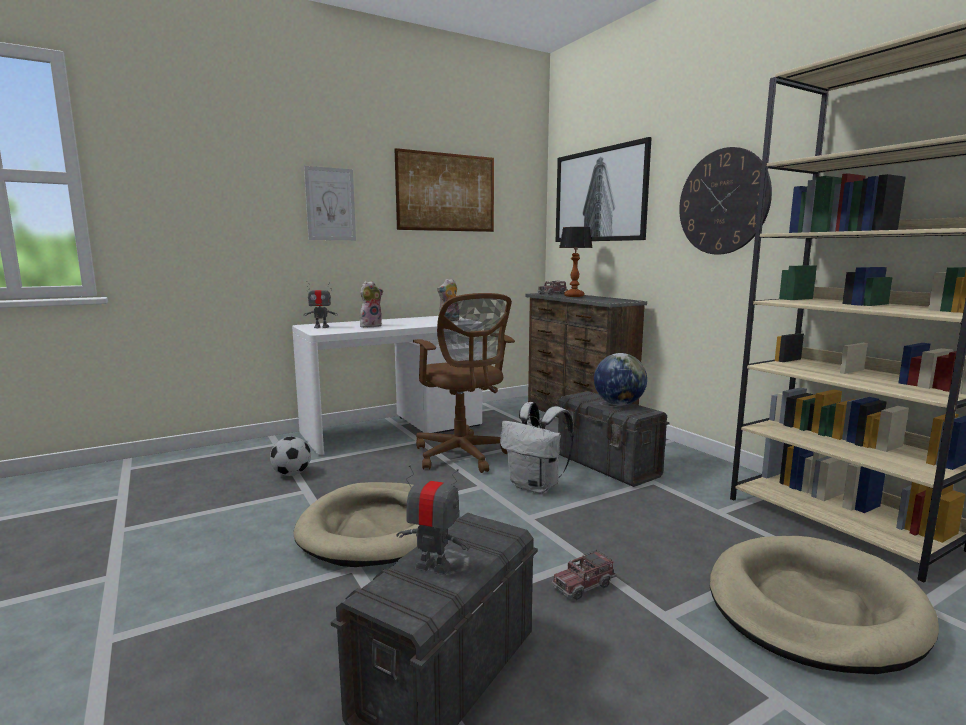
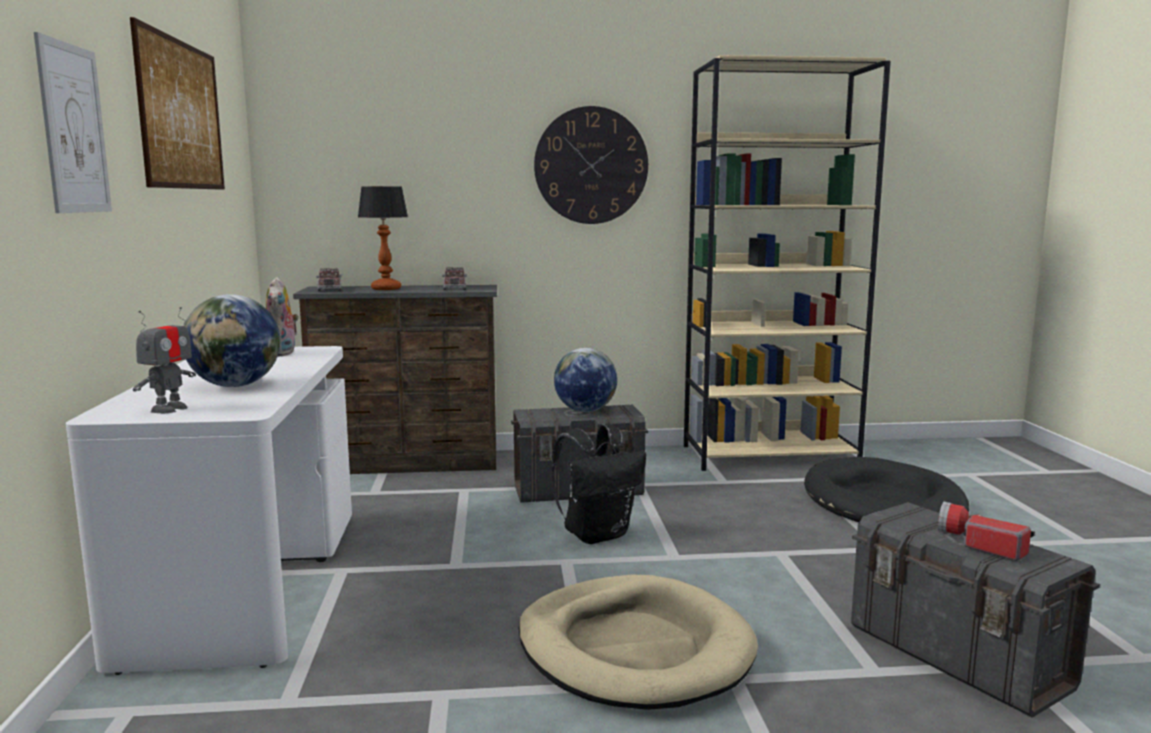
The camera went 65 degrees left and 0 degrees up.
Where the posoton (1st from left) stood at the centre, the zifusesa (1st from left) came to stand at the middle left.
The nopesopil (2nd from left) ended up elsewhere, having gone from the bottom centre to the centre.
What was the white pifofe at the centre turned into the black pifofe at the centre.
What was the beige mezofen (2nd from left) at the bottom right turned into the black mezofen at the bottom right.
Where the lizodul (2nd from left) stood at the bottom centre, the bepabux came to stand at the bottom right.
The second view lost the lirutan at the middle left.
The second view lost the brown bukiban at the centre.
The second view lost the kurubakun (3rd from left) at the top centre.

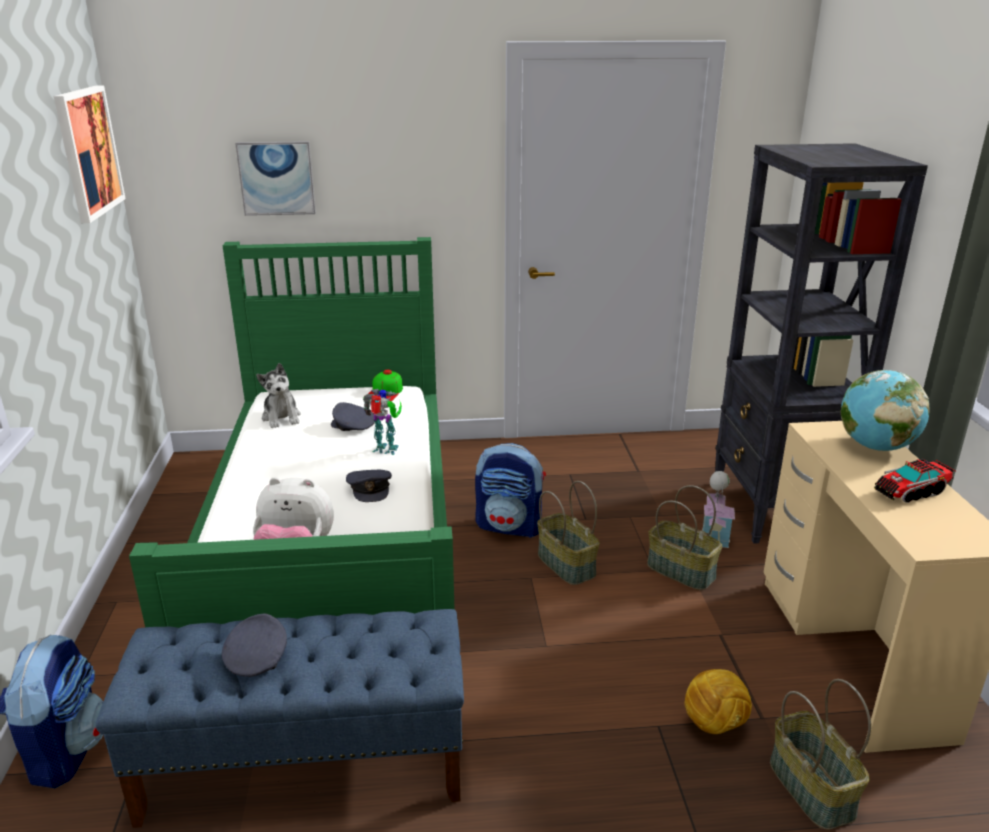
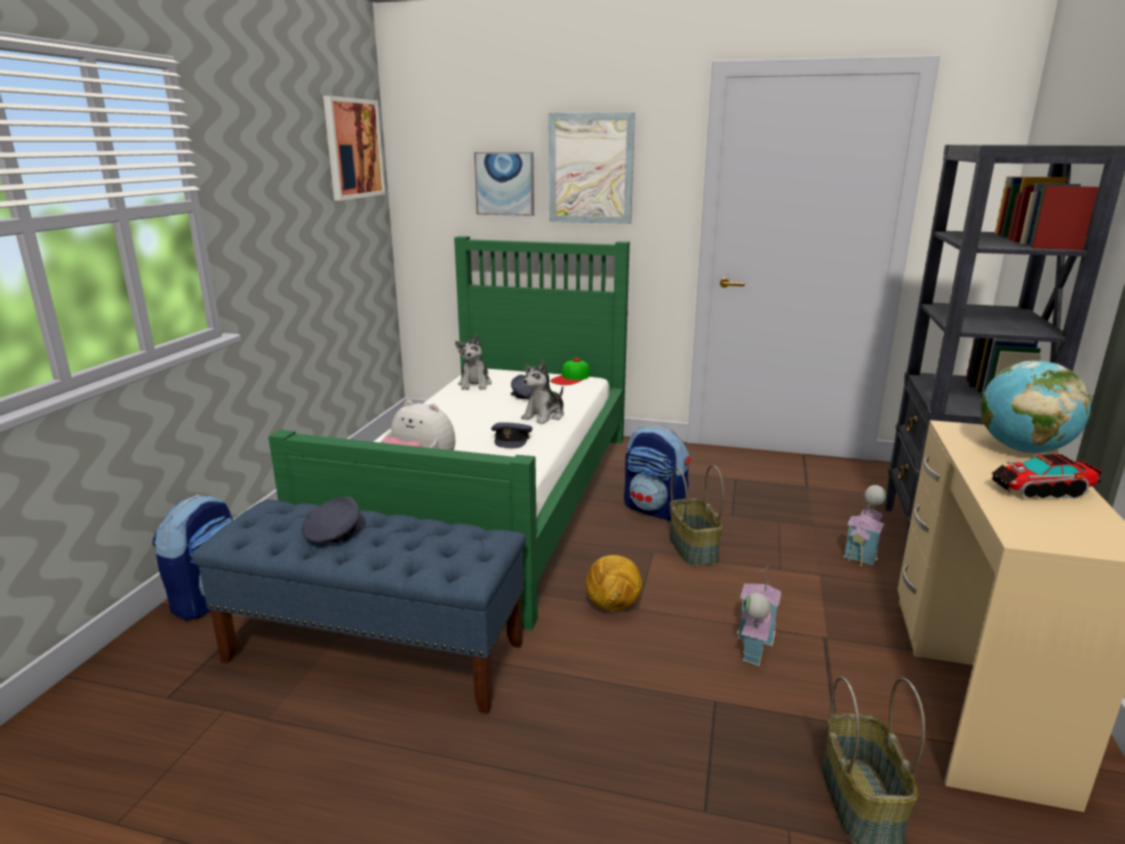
The camera went 20 degrees right and 5 degrees down.
Where the lizodul stood at the centre, the posoton (3rd from left) came to stand at the centre.
The second view gained the kurubakun (3rd from left) at the top centre.
The lirutan ended up elsewhere, having gone from the bottom right to the bottom centre.
The second view gained the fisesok (1st from left) at the bottom right.
The second view lost the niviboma (2nd from left) at the middle right.

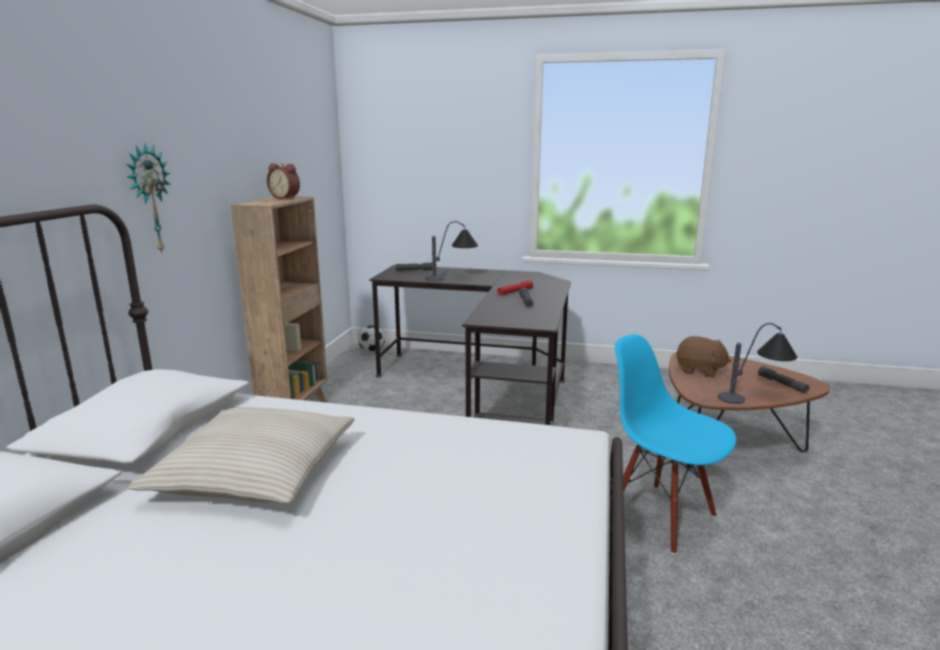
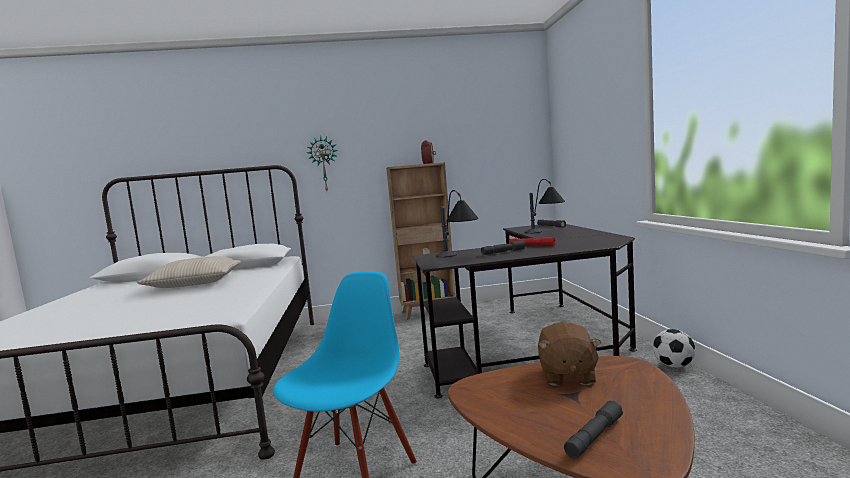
The camera went 70 degrees right and 10 degrees down.
The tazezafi (2nd from left in the first image) ended up elsewhere, having gone from the middle right to the centre.
The lirutan ended up elsewhere, having gone from the centre to the bottom right.

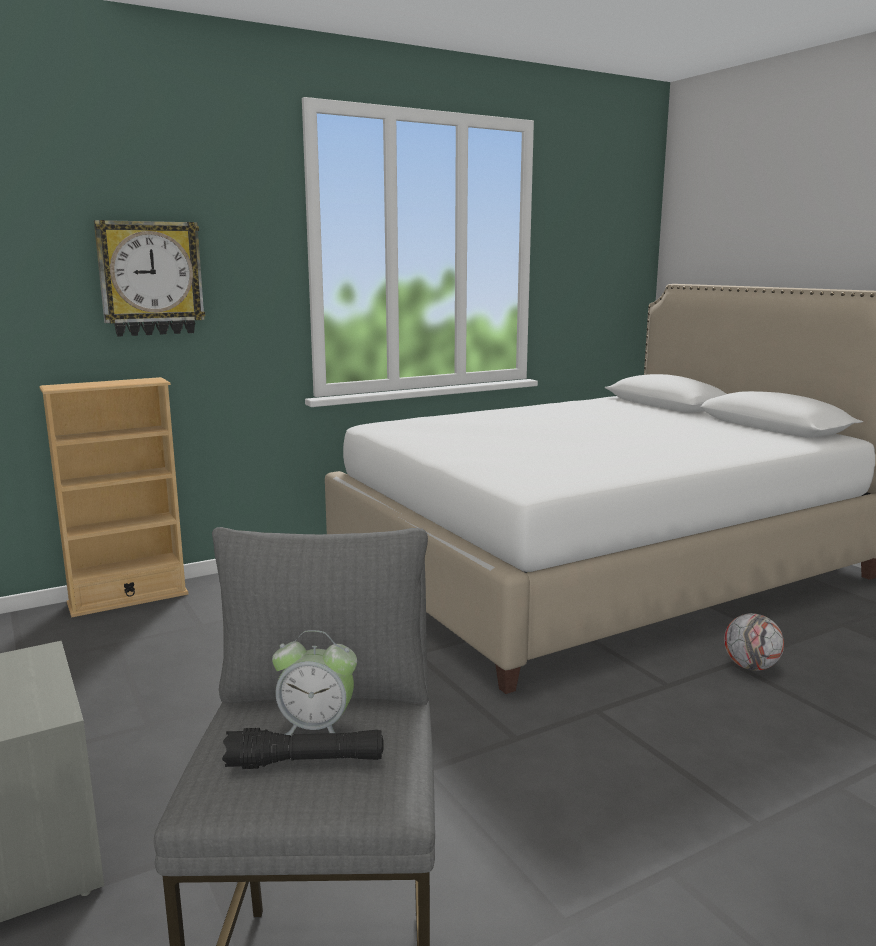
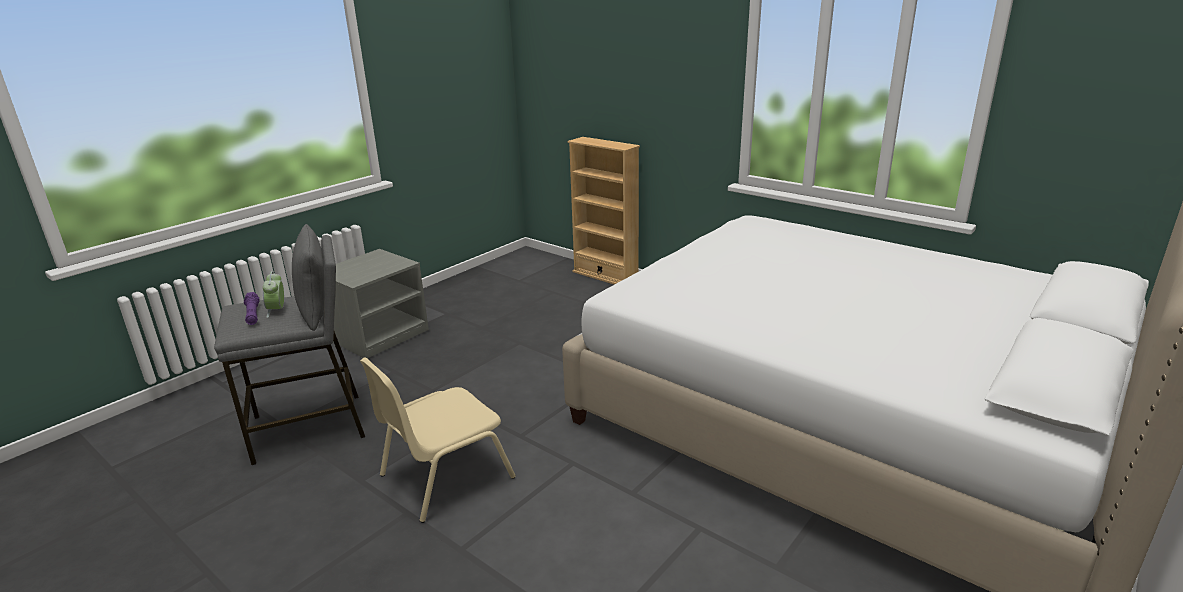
The camera went 70 degrees right and 10 degrees up.
What was the black bepabux at the bottom centre turned into the purple bepabux at the middle left.
The second view gained the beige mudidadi at the bottom centre.
The second view lost the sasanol at the top left.
The second view lost the lirutan at the bottom right.

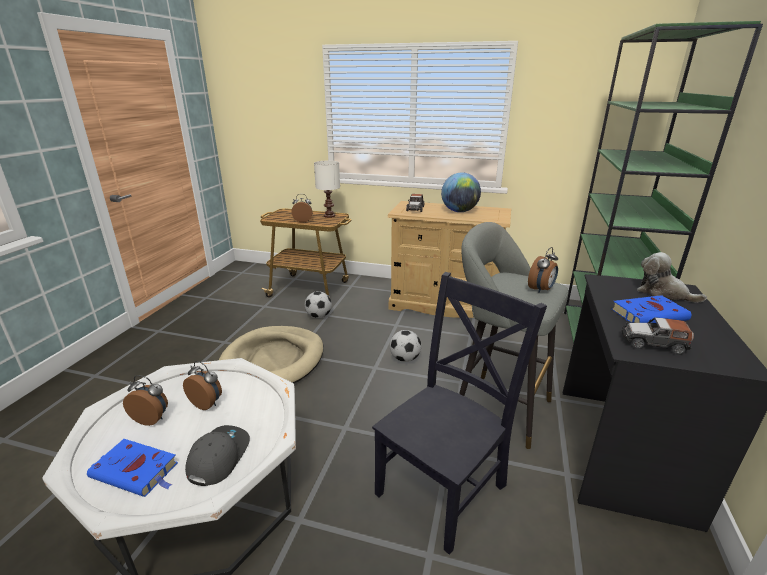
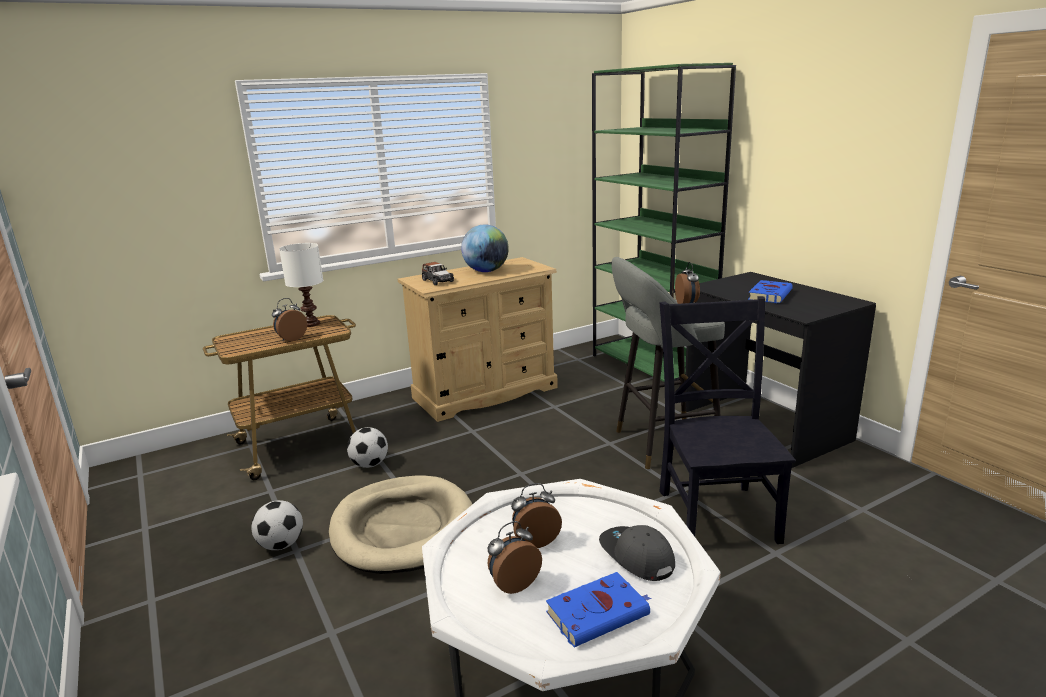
The camera went 45 degrees left and 5 degrees down.
The lirutan (2nd from left in the first image) ended up elsewhere, having gone from the centre to the bottom left.
The second view lost the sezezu (2nd from left) at the middle right.
The second view lost the posoton at the middle right.

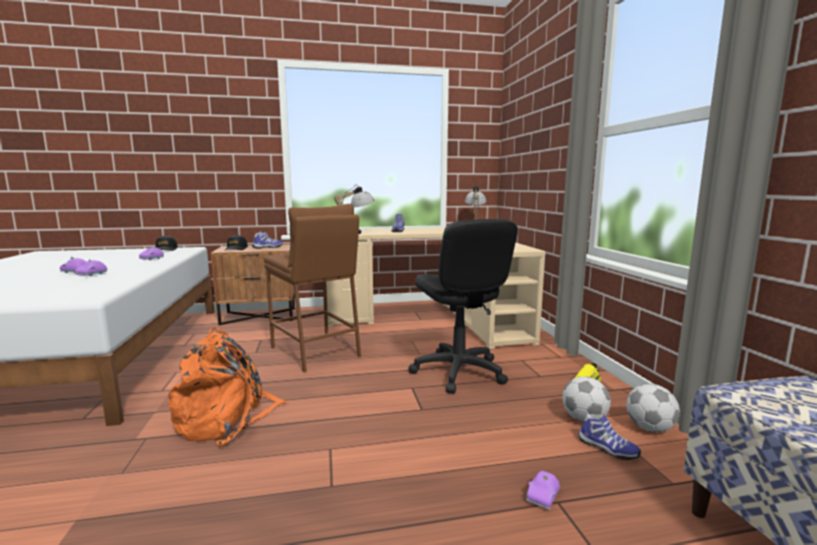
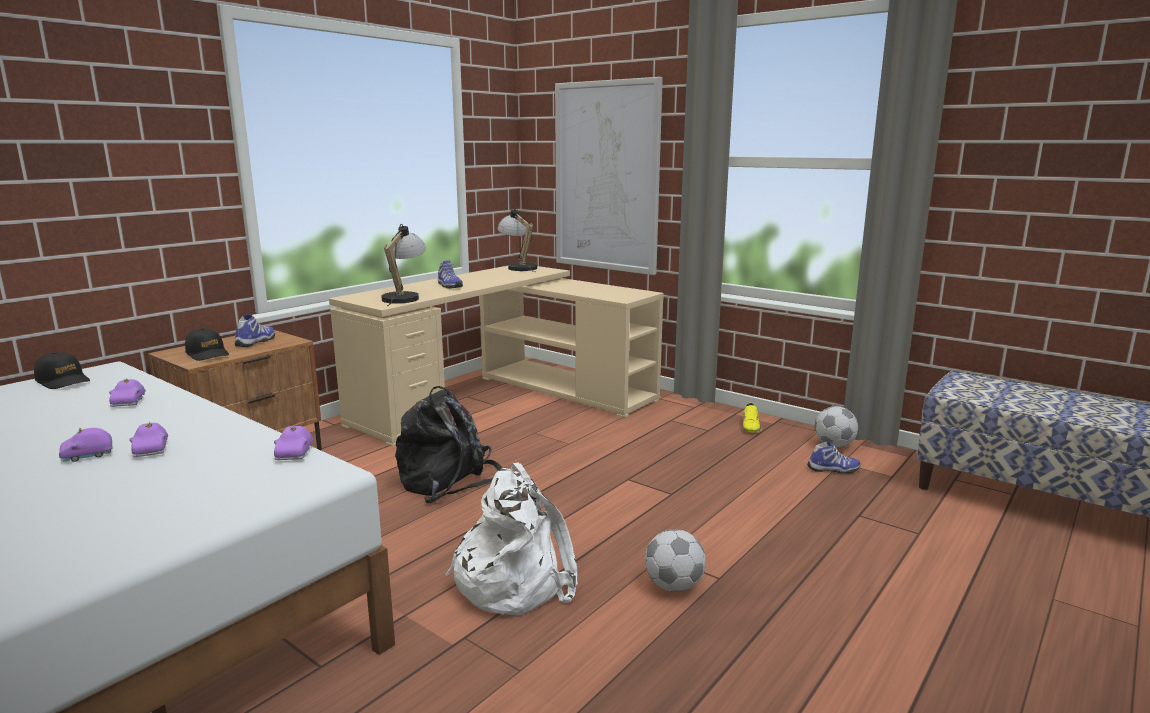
The camera went 40 degrees left and 5 degrees up.
The purple sezezu (4th from left) ended up elsewhere, having gone from the bottom centre to the middle left.
Where the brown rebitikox stood at the centre, the black pifofe came to stand at the centre.
What was the orange pifofe at the bottom left turned into the white pifofe at the bottom centre.
The second view gained the kurubakun at the top centre.
The lirutan (1st from left) ended up elsewhere, having gone from the bottom right to the bottom centre.
The second view lost the black bukiban at the centre.

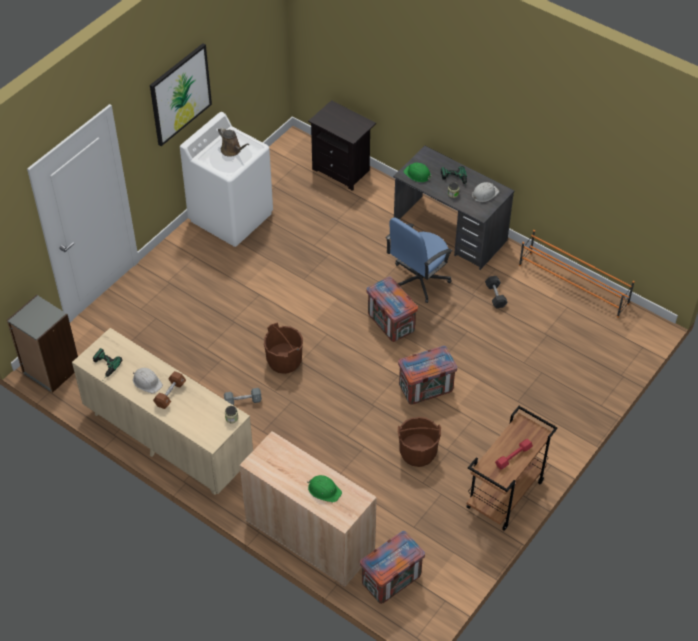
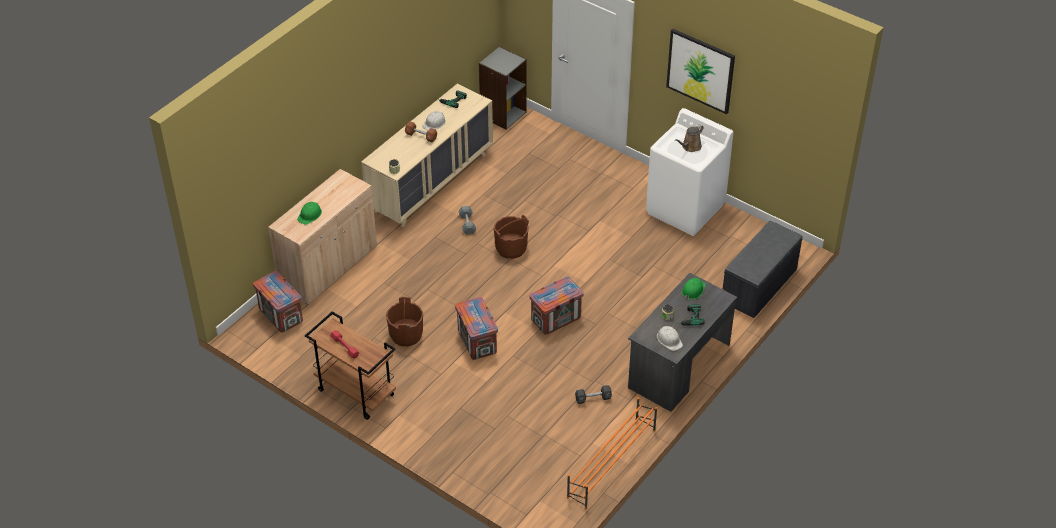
The camera went 90 degrees right and 5 degrees down.
Where the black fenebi stood at the top centre, the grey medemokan came to stand at the middle right.
The second view lost the blue bukiban at the centre.

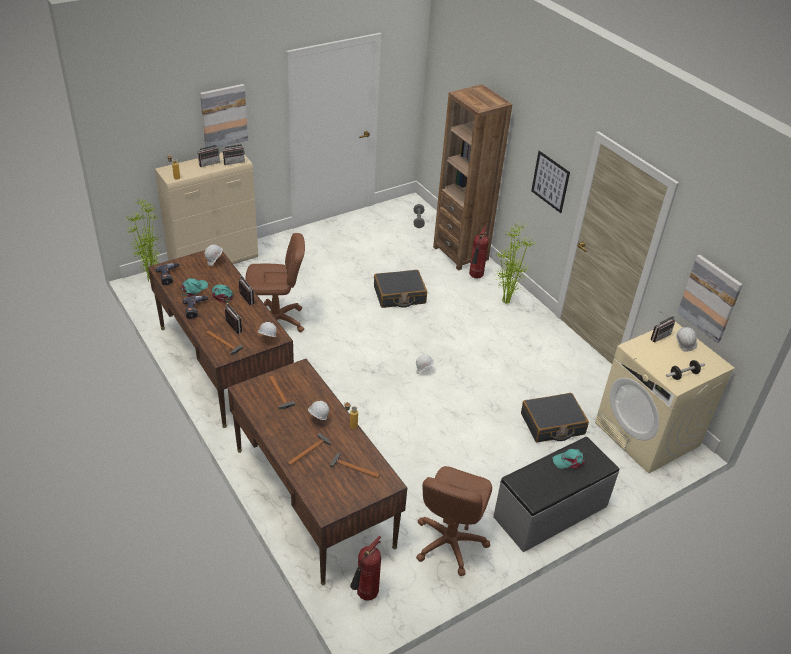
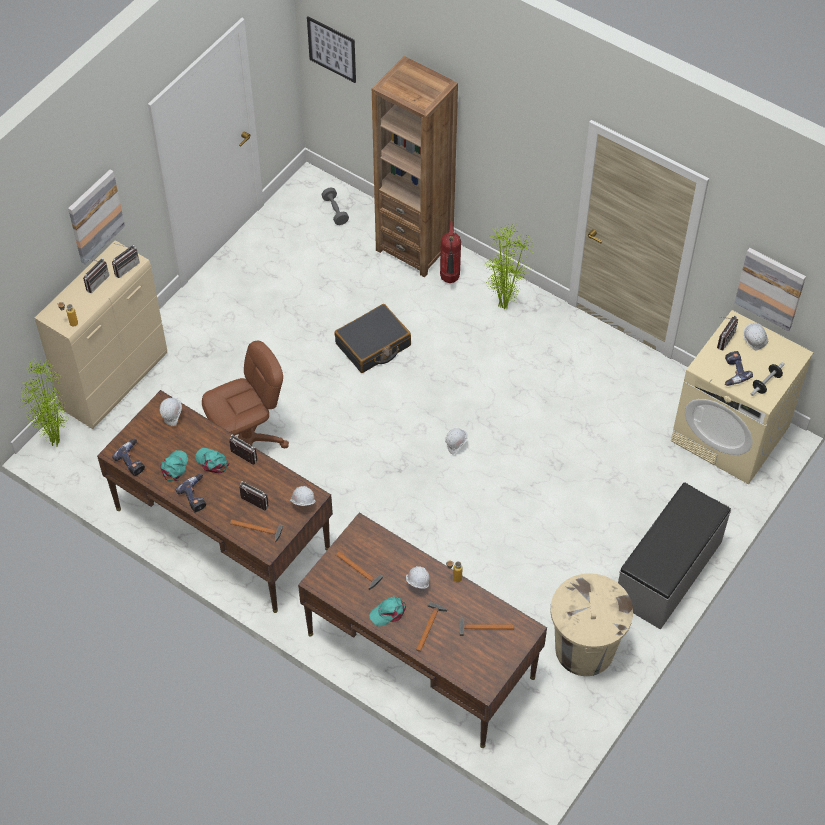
The camera went 20 degrees left and 15 degrees up.
The kurubakun (2nd from left) ended up elsewhere, having gone from the top right to the top centre.
The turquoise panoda (3rd from left) ended up elsewhere, having gone from the bottom right to the bottom centre.
Where the brown bukiban (2nd from left) stood at the bottom centre, the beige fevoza came to stand at the bottom right.
The second view gained the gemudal (3rd from left) at the middle right.
The second view lost the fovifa (1st from left) at the bottom centre.
The second view lost the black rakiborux (2nd from left) at the middle right.

